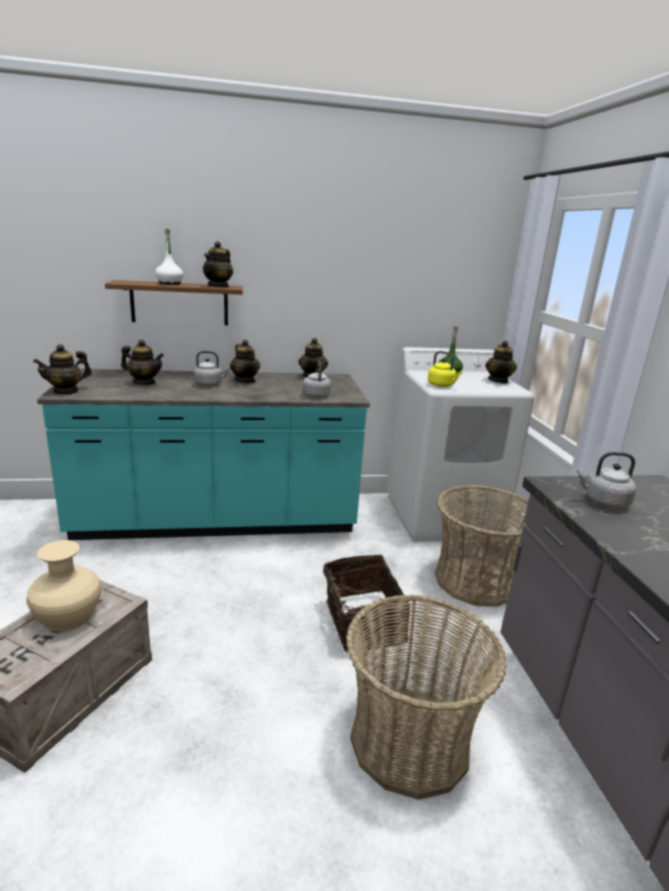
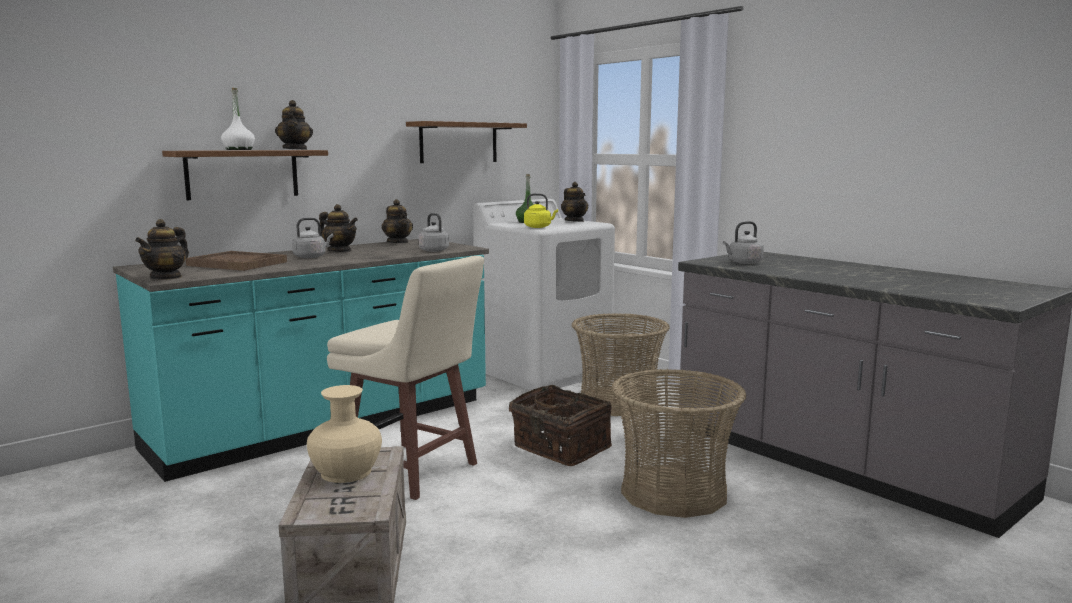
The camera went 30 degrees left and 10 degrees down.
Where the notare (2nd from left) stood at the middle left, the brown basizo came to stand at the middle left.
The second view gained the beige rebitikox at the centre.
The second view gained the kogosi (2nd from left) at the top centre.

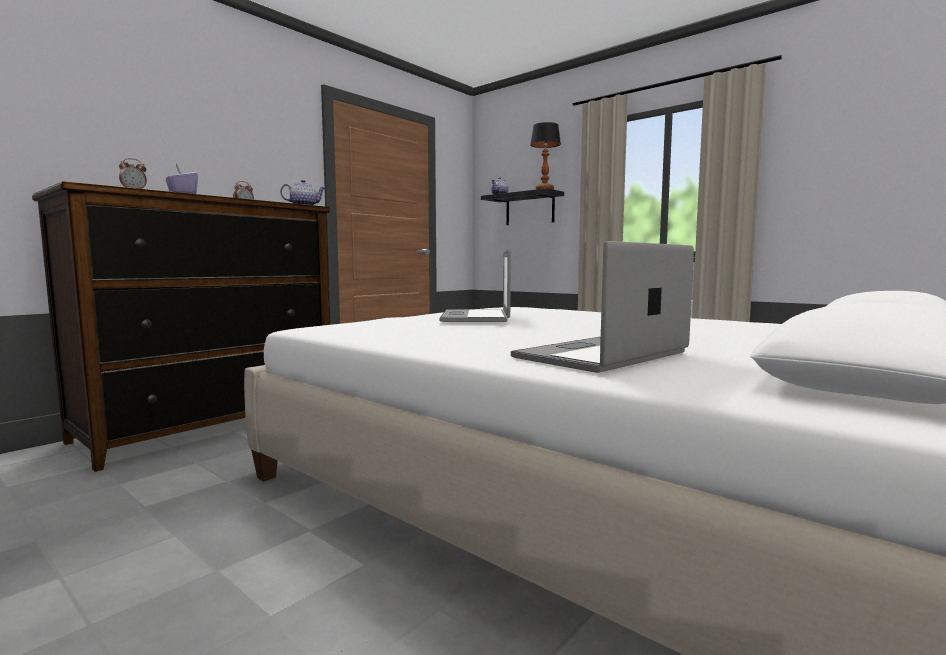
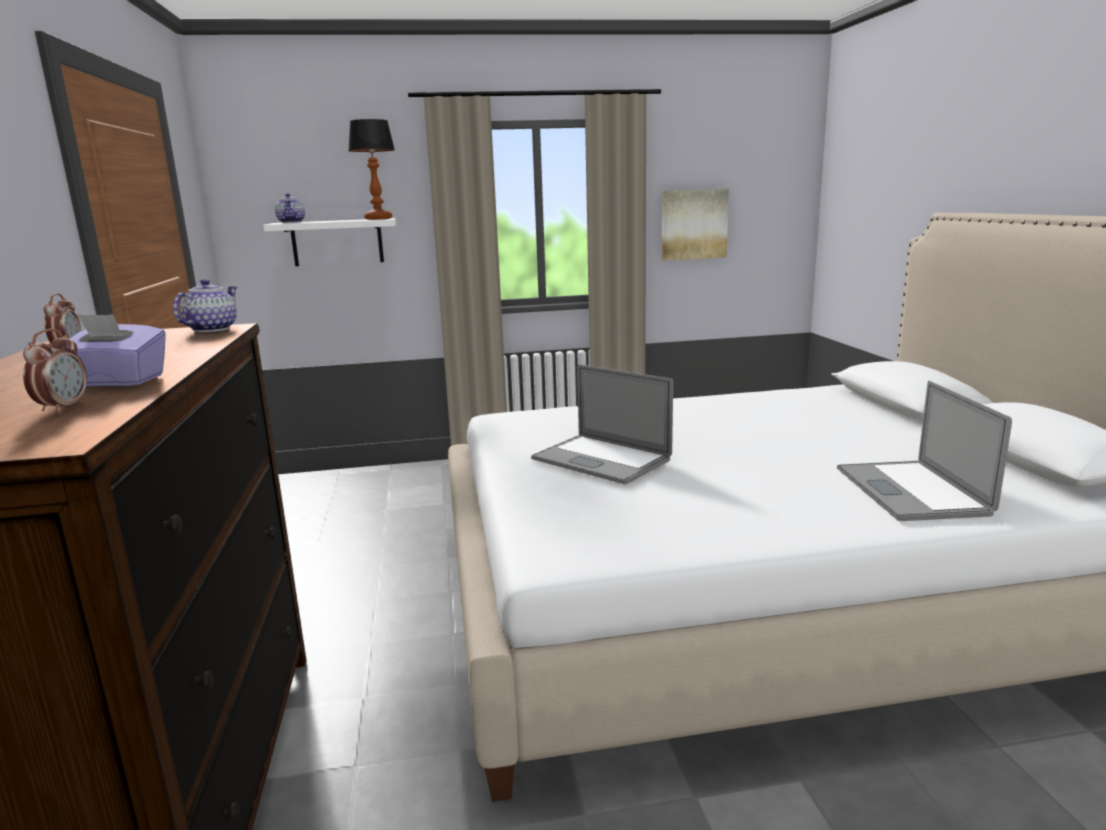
The camera went 50 degrees left and 10 degrees up.
What was the black kogosi at the top centre turned into the white kogosi at the top left.
The second view gained the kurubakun at the top centre.

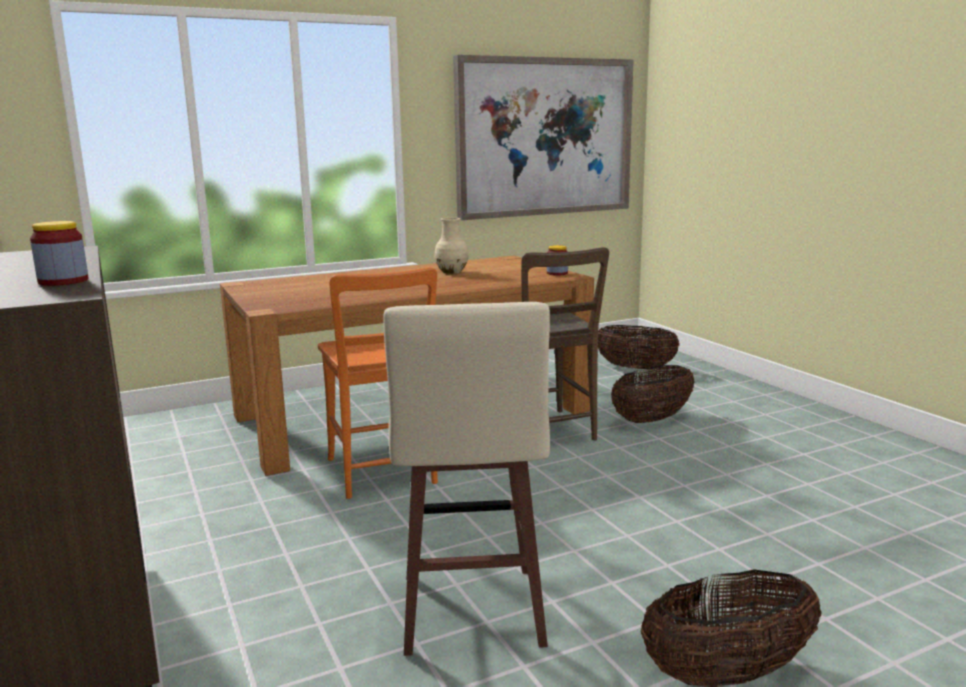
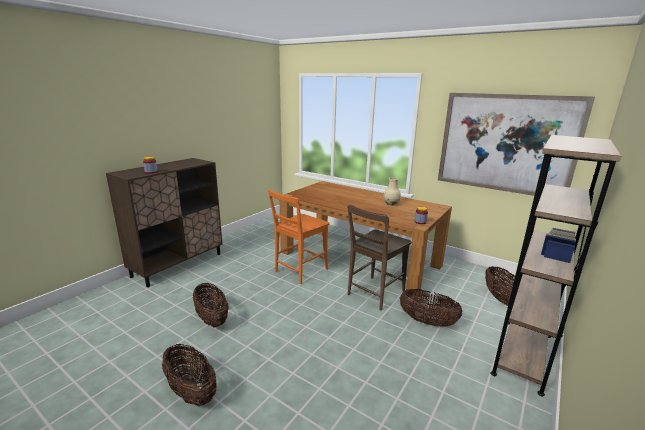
The camera went 60 degrees right and 5 degrees up.
Where the beige rebitikox stood at the bottom centre, the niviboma (2nd from left) came to stand at the bottom left.
The second view gained the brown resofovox at the middle right.

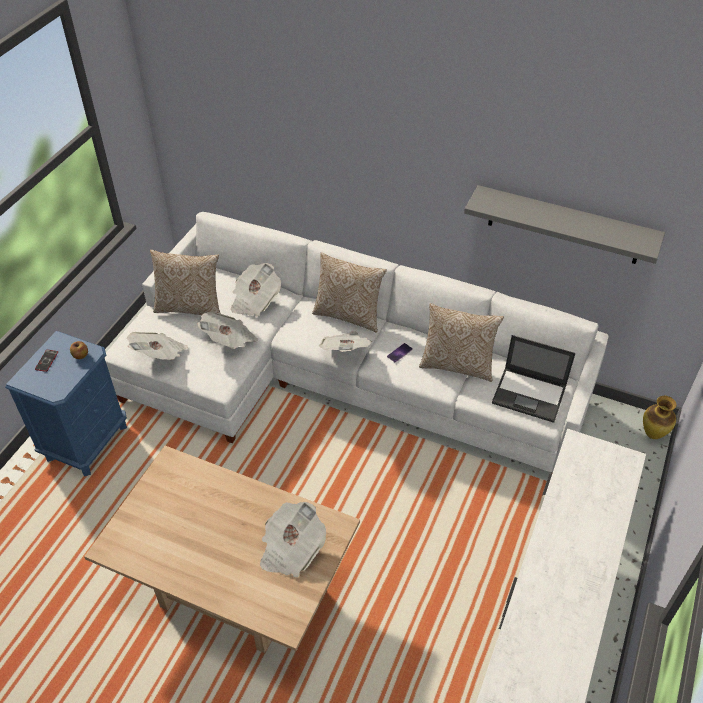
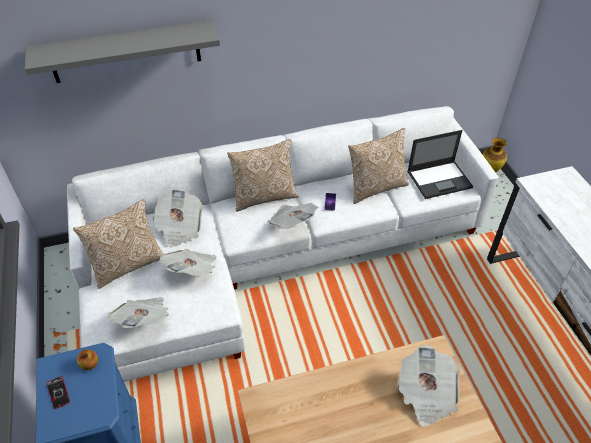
The camera went 40 degrees left and 0 degrees up.
The grey kogosi ended up elsewhere, having gone from the top right to the top left.

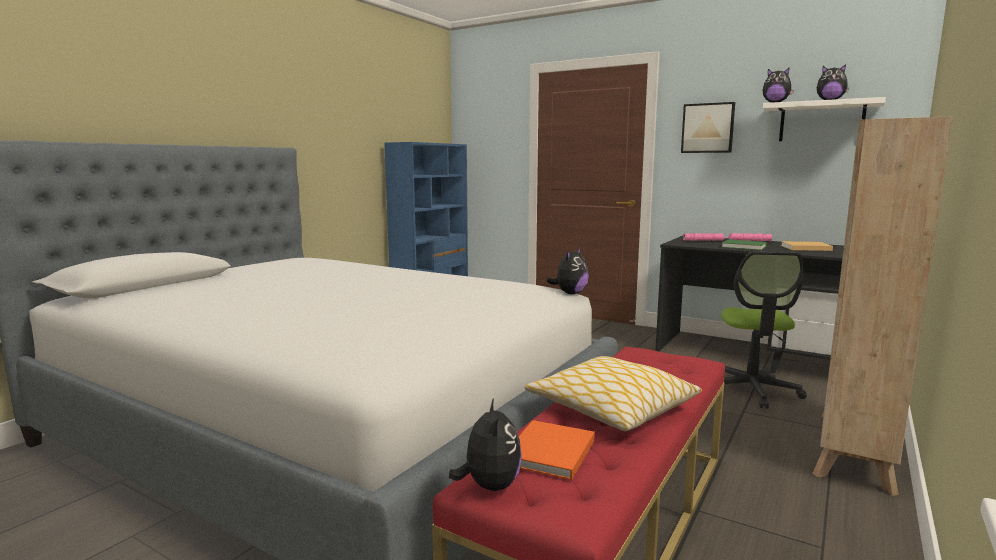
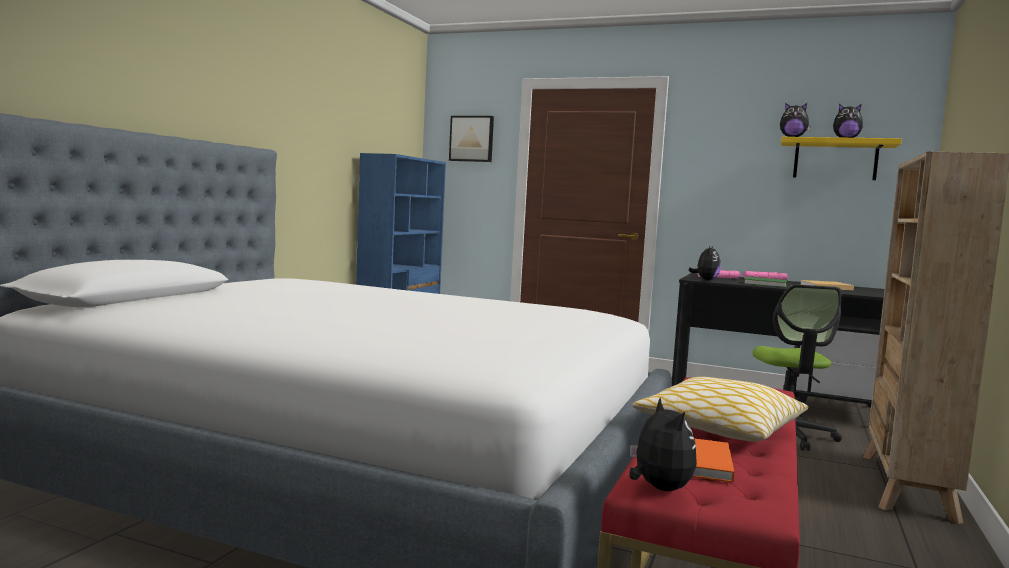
The camera went 10 degrees left and 5 degrees down.
The kurubakun ended up elsewhere, having gone from the top right to the top centre.
The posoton (2nd from left) ended up elsewhere, having gone from the centre to the middle right.
What was the white kogosi at the top right turned into the yellow kogosi at the top right.

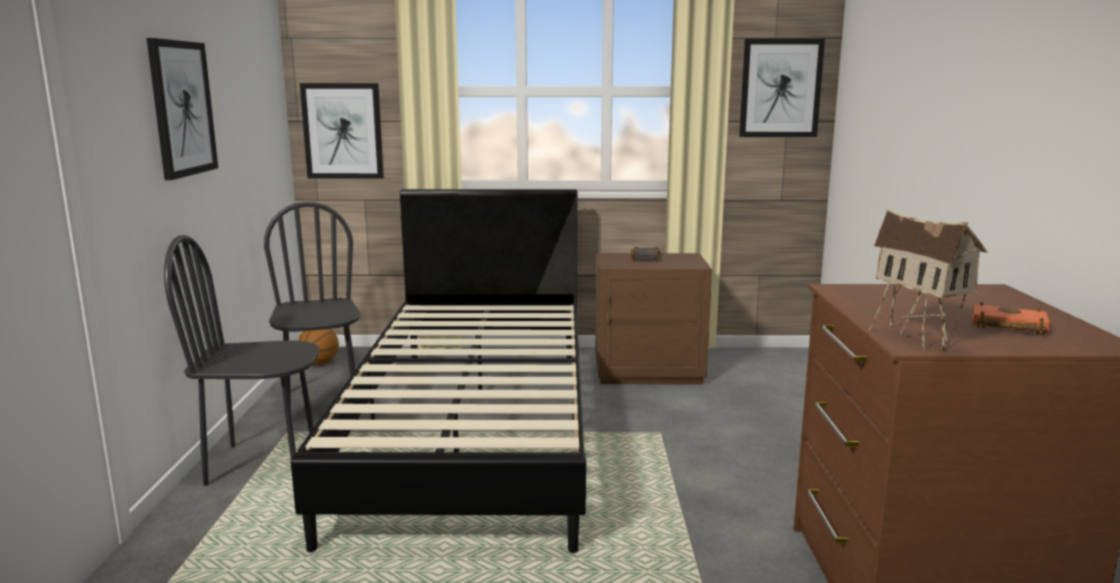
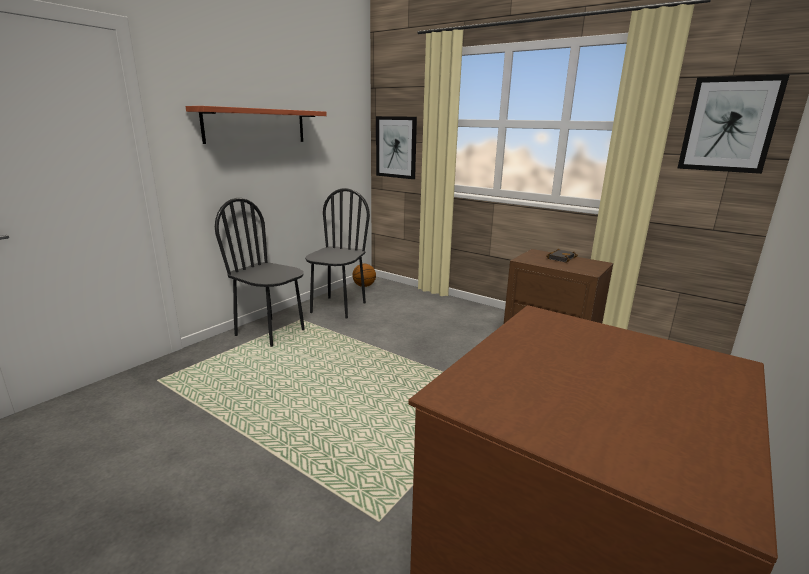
The camera went 35 degrees right and 5 degrees up.
Where the kurubakun (1st from left) hung at the top left, the kogosi came to hang at the top left.
The second view lost the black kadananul at the centre.
The second view lost the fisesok at the middle right.
The second view lost the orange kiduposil at the middle right.

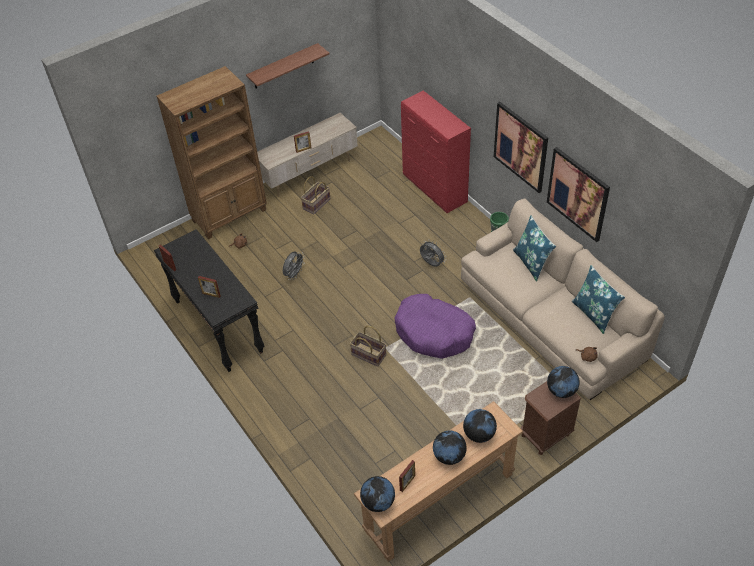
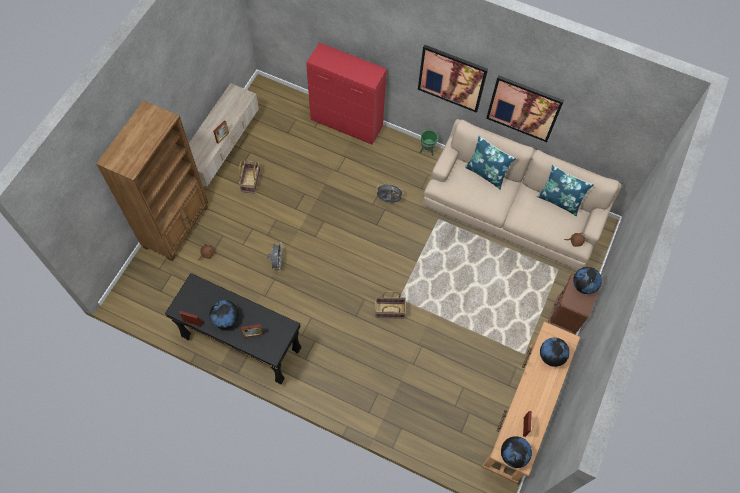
The camera went 35 degrees left and 15 degrees up.
The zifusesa (2nd from left in the first image) ended up elsewhere, having gone from the bottom centre to the middle left.
The second view lost the kogosi at the top centre.
The second view lost the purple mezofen at the centre.

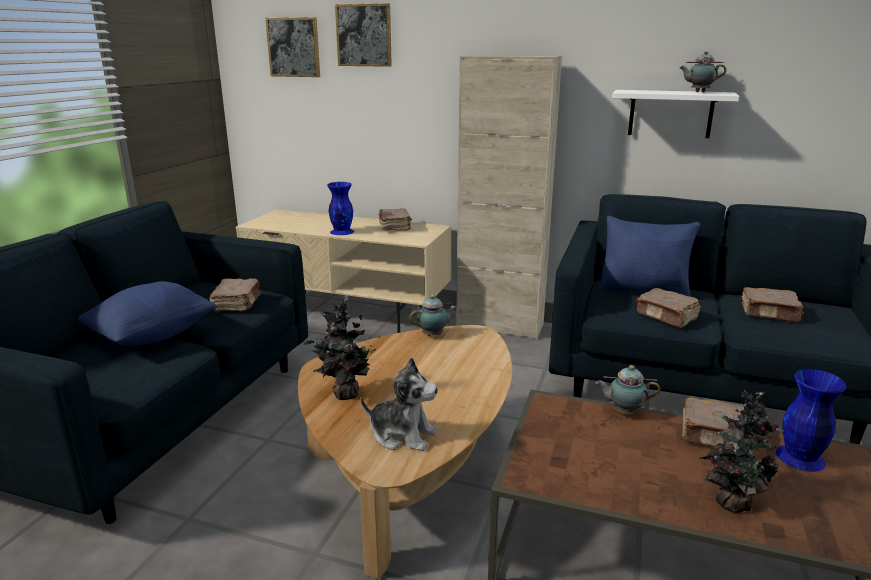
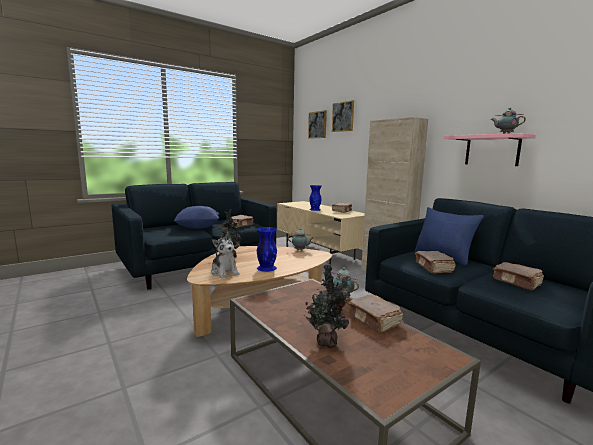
The camera went 35 degrees right and 10 degrees down.
The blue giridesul (2nd from left in the first image) ended up elsewhere, having gone from the bottom right to the centre.
What was the white kogosi at the top right turned into the pink kogosi at the middle right.

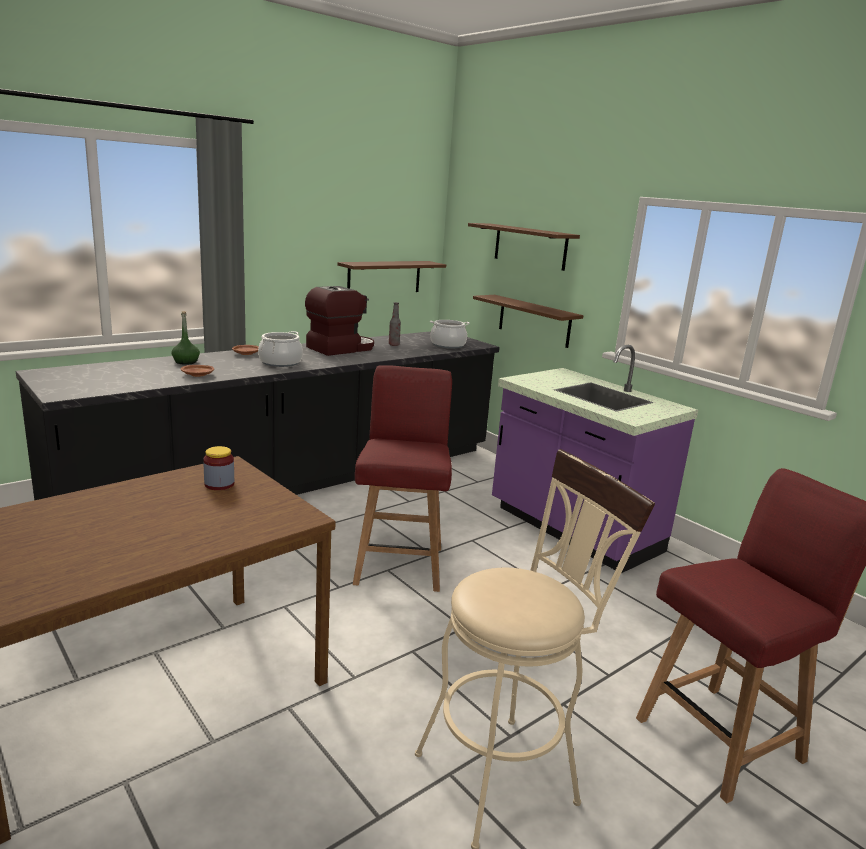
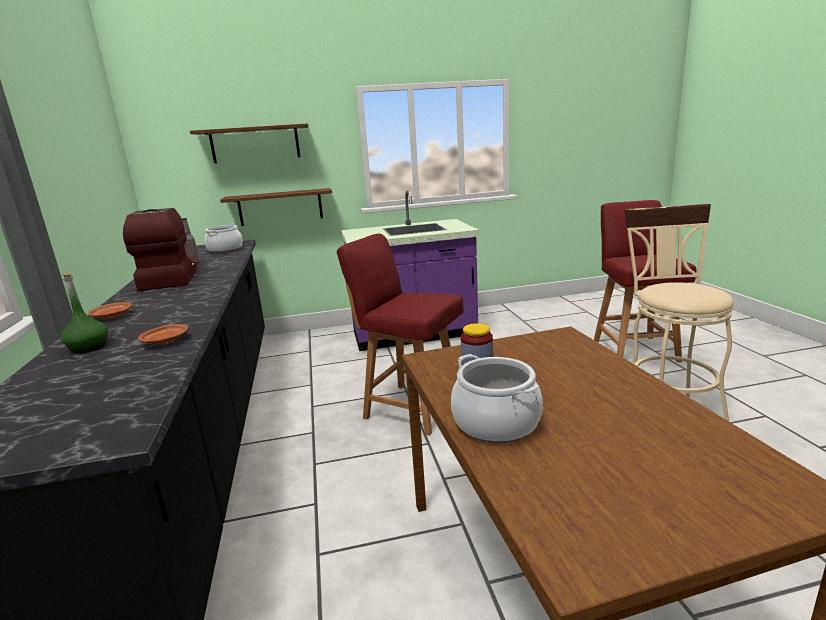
The camera went 60 degrees left and 0 degrees up.
The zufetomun (1st from left in the first image) ended up elsewhere, having gone from the middle left to the centre.
The second view lost the brown kogosi (1st from left) at the top centre.

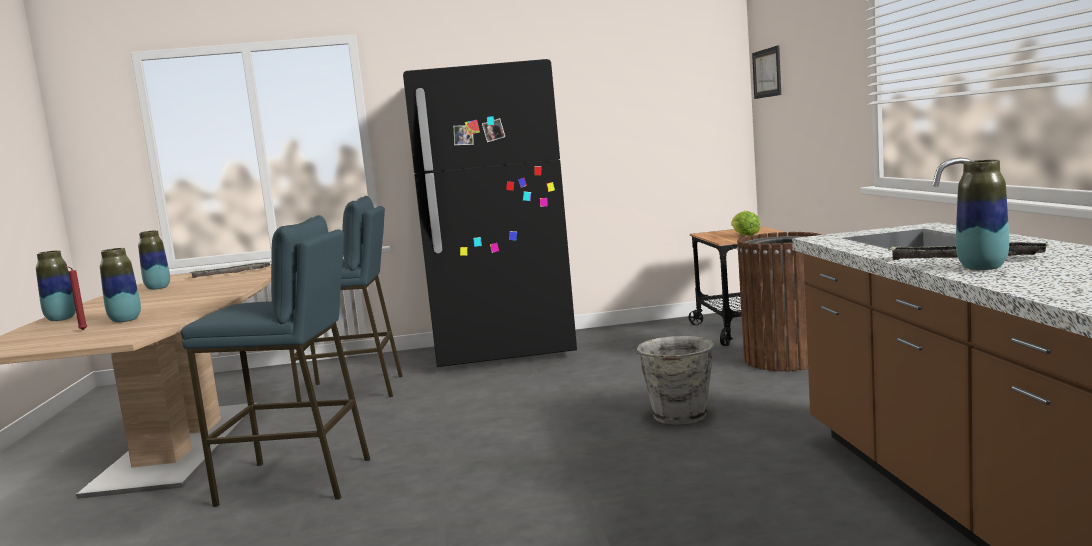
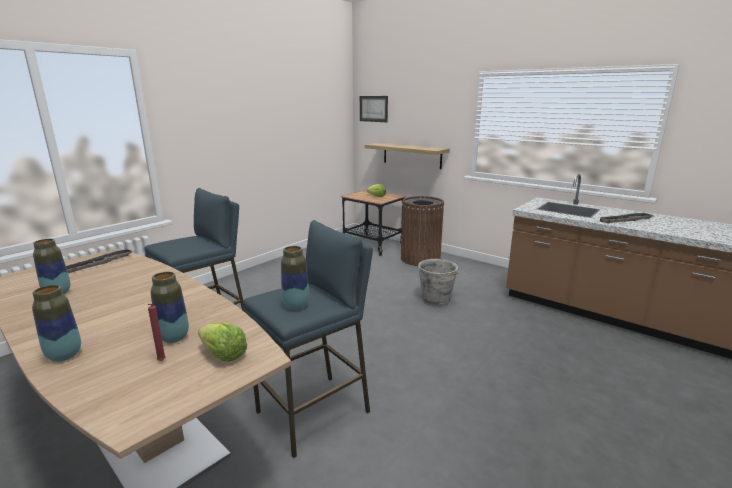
The camera went 45 degrees left and 10 degrees up.
The second view gained the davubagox (1st from left) at the bottom left.
The giridesul (4th from left) ended up elsewhere, having gone from the middle right to the centre.
The second view gained the kogosi at the top centre.
The second view lost the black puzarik at the centre.

